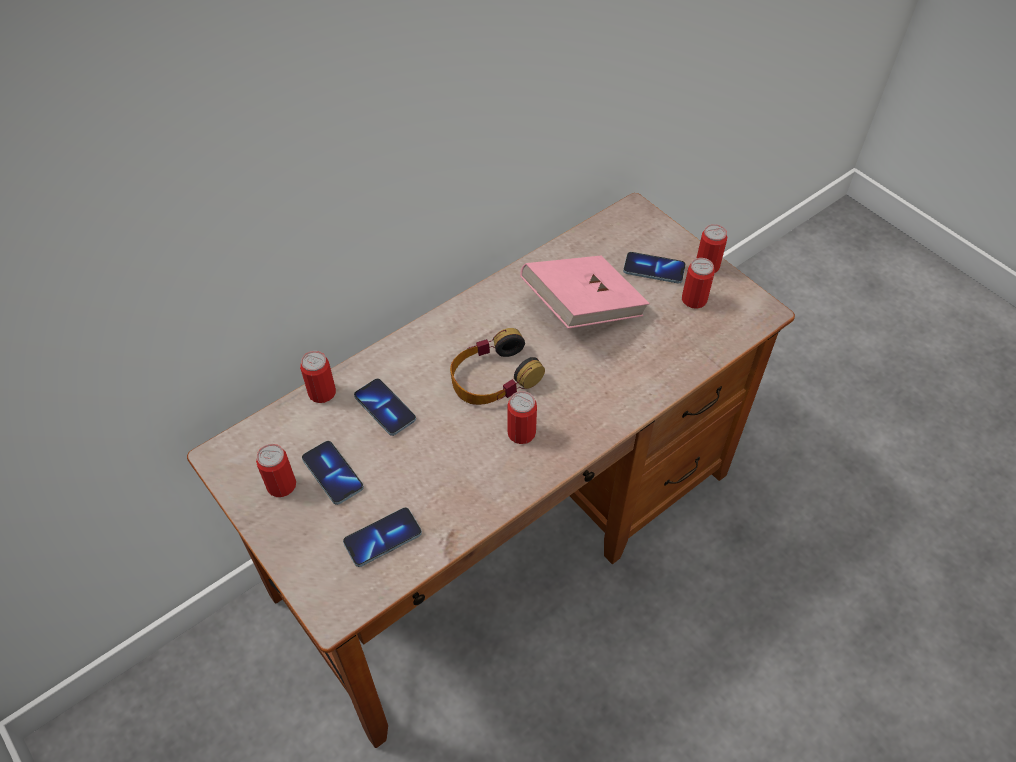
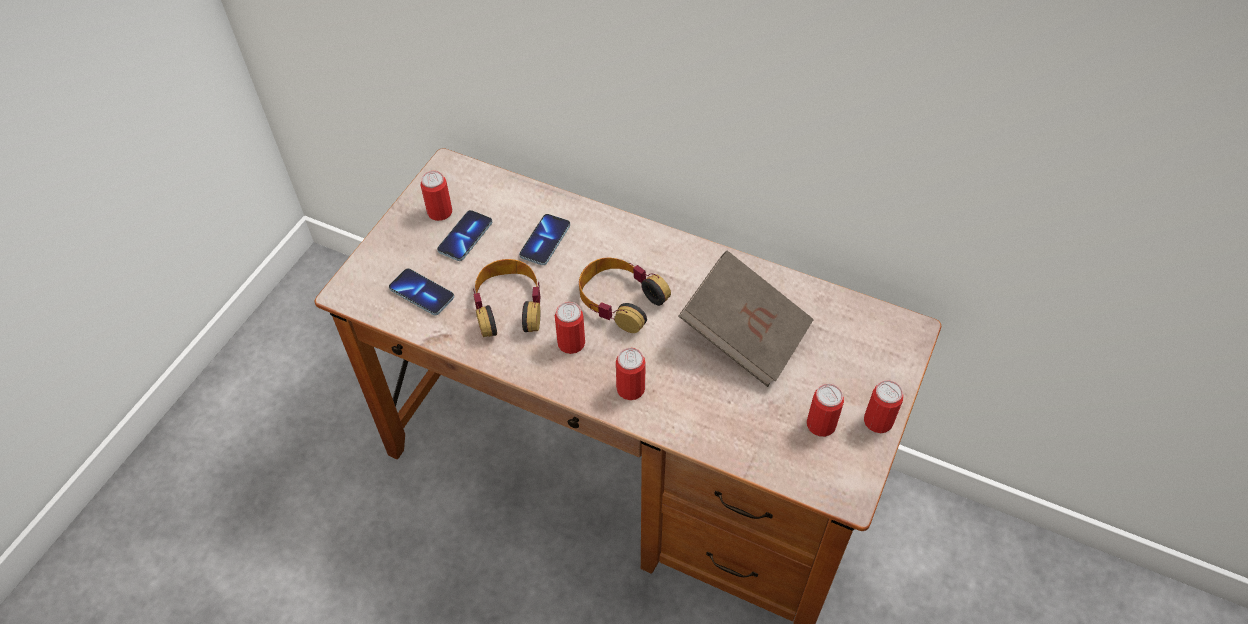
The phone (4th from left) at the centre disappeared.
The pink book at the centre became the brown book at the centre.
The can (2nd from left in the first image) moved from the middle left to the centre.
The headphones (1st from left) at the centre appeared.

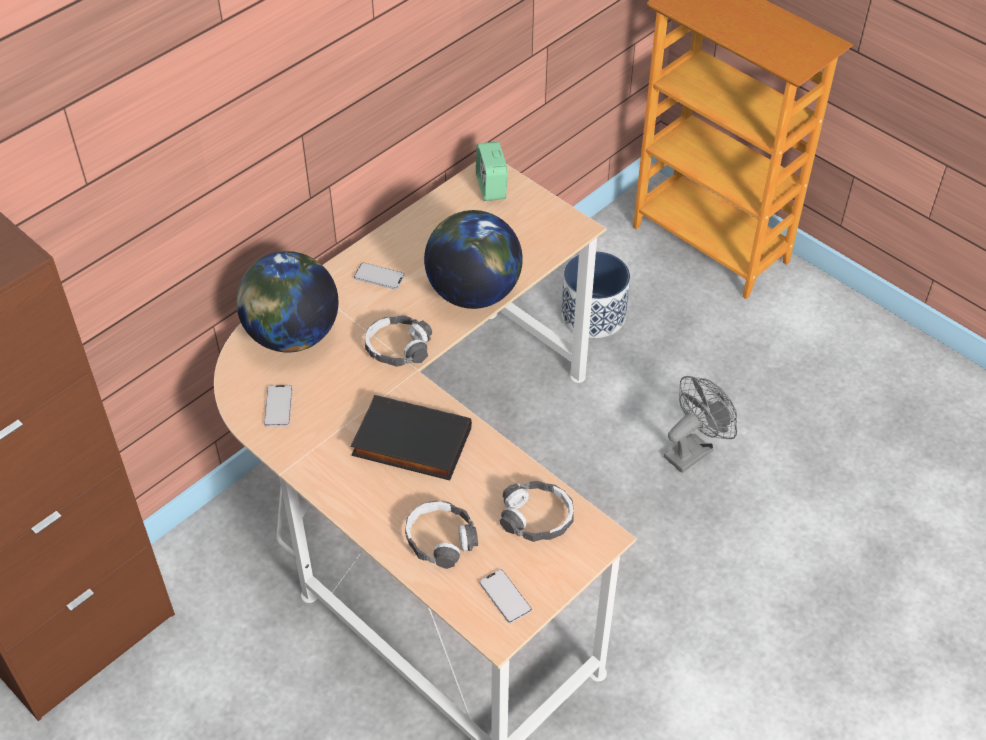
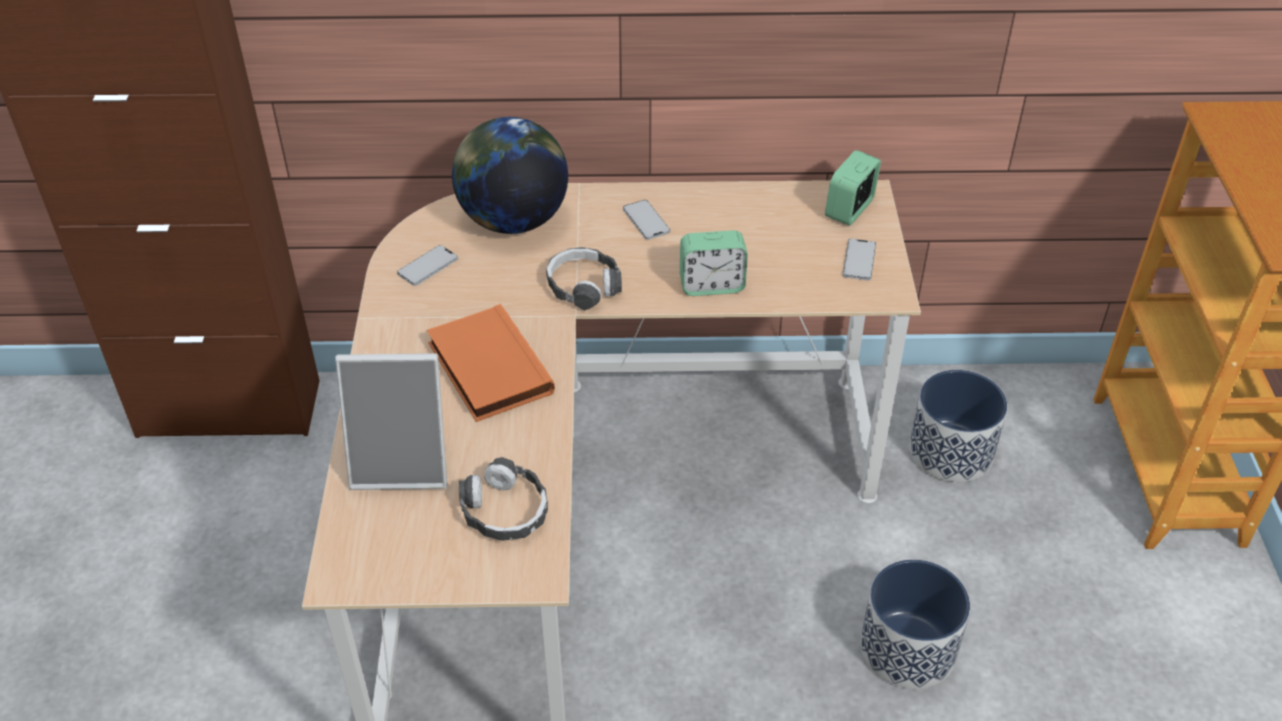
The globe (2nd from left) at the centre was replaced by the alarm clock (1st from left) at the centre.
The grey fan at the middle right was replaced by the planter (1st from left) at the bottom right.
The black book at the centre became the orange book at the centre.
The headphones (2nd from left) at the bottom centre was replaced by the picture frame at the middle left.
The phone (3rd from left) moved from the bottom centre to the middle right.

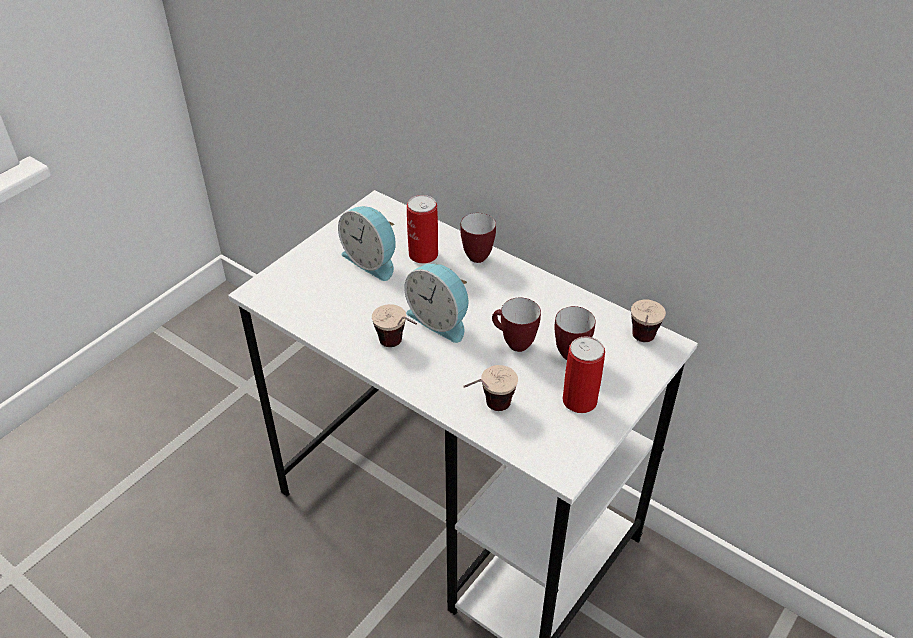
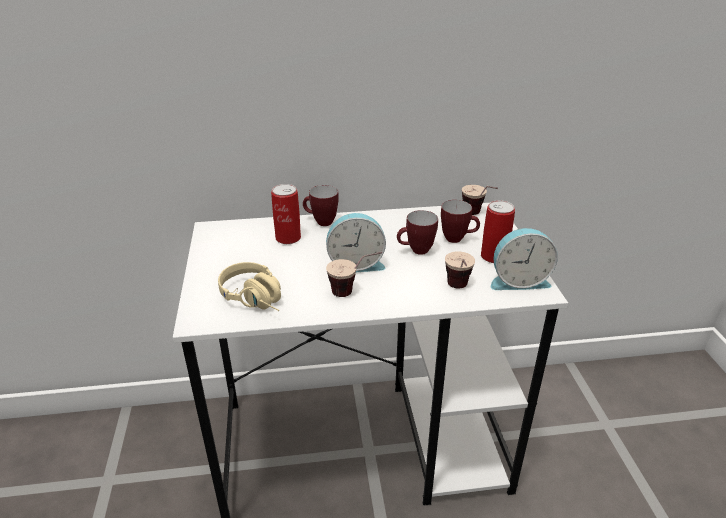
The alarm clock (1st from left in the first image) moved from the centre to the middle right.
The beige headphones at the centre appeared.

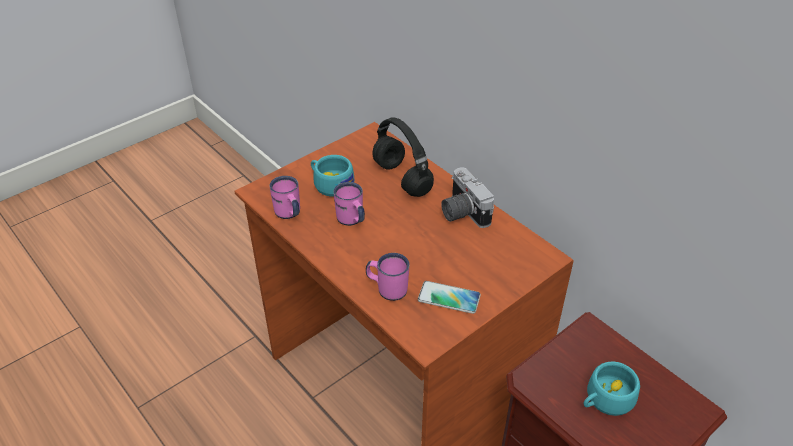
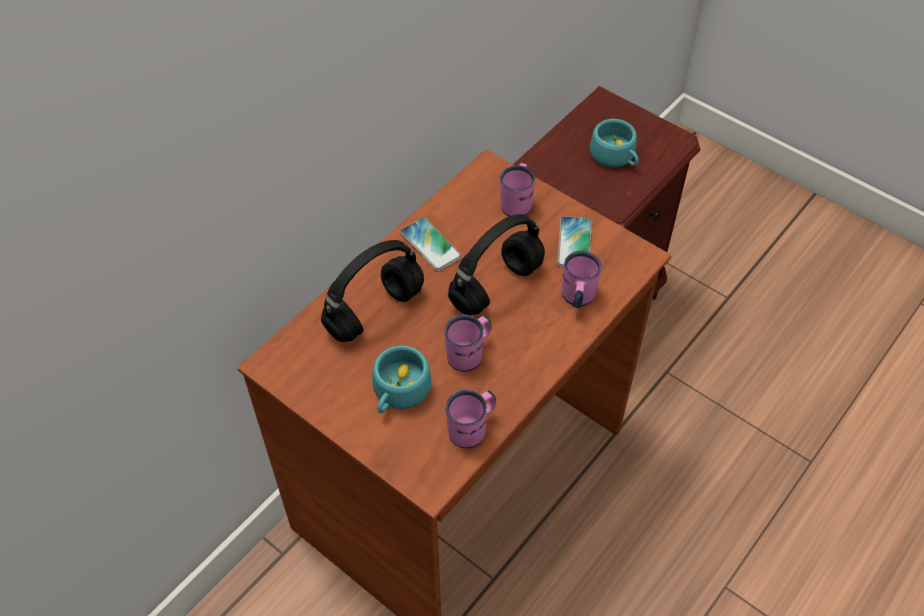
The photo camera at the centre was replaced by the phone (1st from left) at the centre.
The pink mug (3rd from left) at the top centre appeared.
The black headphones (2nd from left) at the centre appeared.

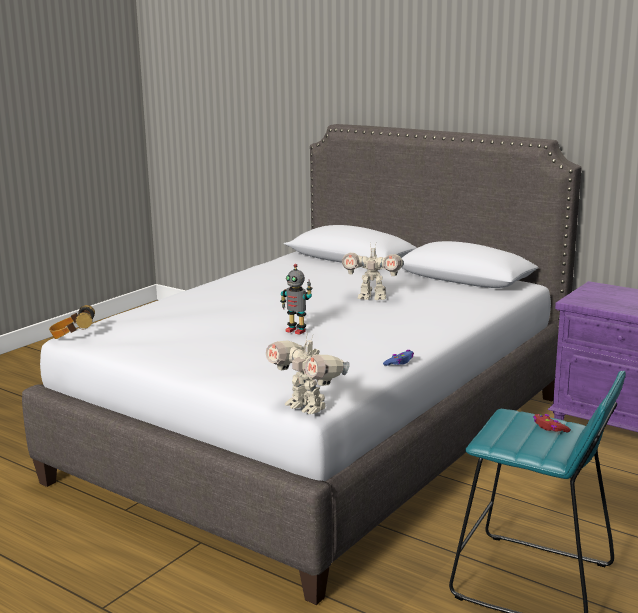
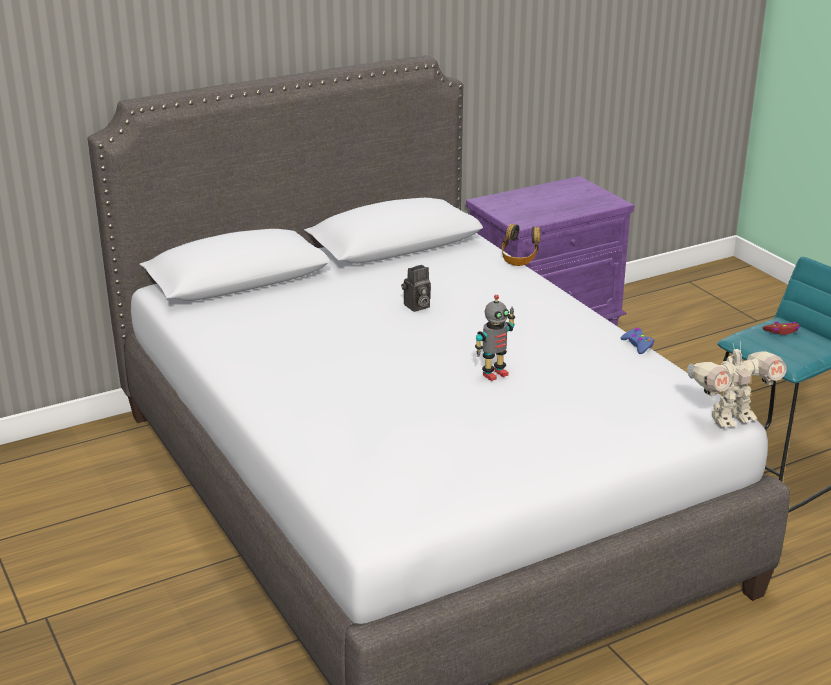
The toy robot (3rd from left) at the centre was replaced by the photo camera at the centre.
The headphones moved from the middle left to the centre.

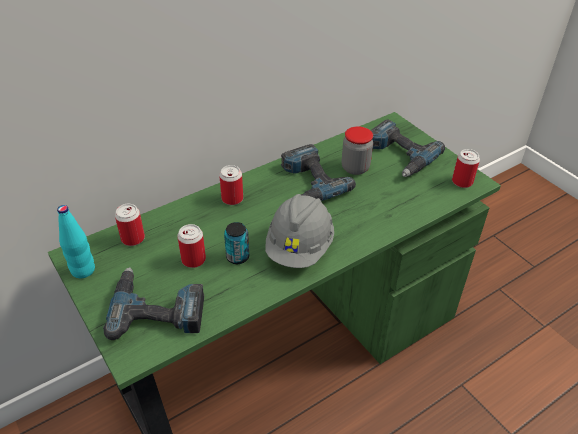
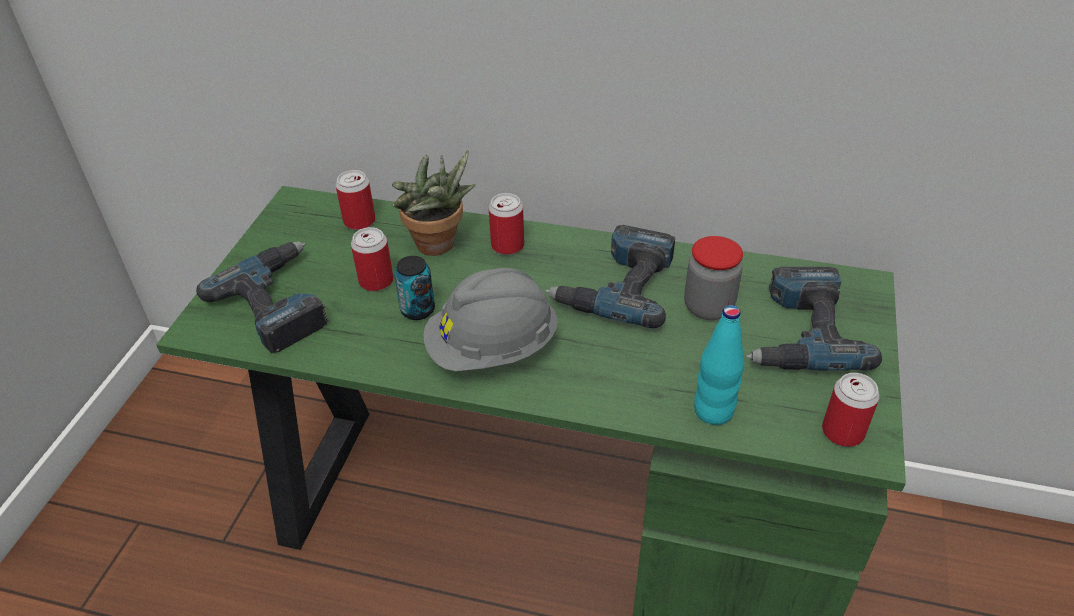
The turquoise bottle moved from the middle left to the middle right.
The potted plant at the top centre appeared.

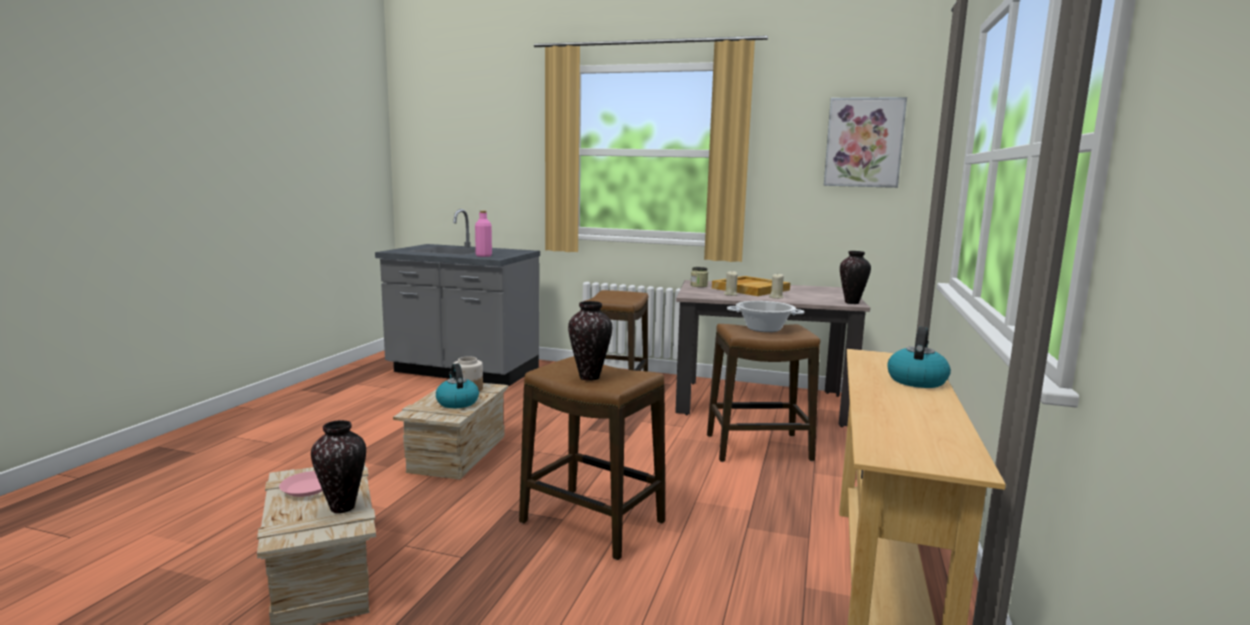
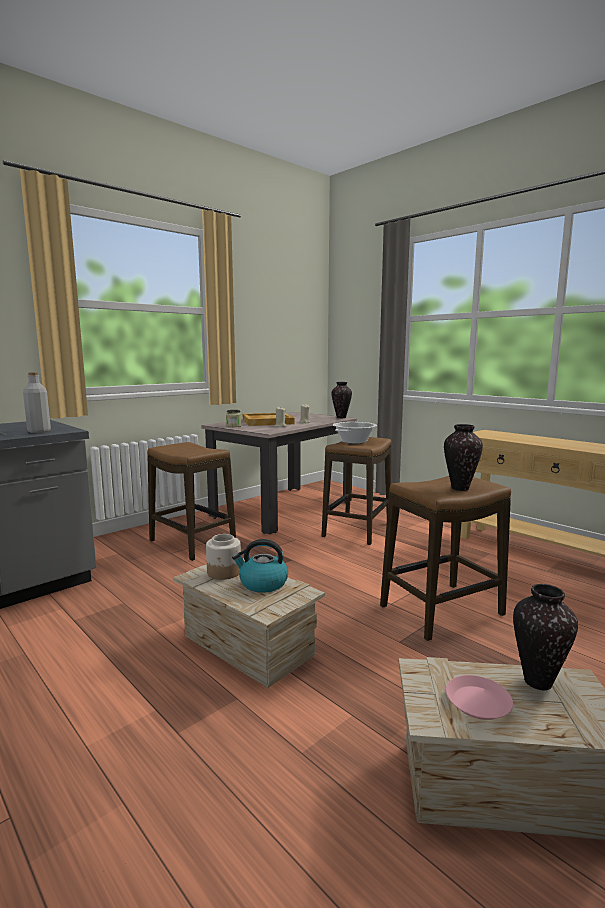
The picture at the top right disappeared.
The pink bottle at the centre became the grey bottle at the middle left.
The kettle (2nd from left) at the middle right disappeared.

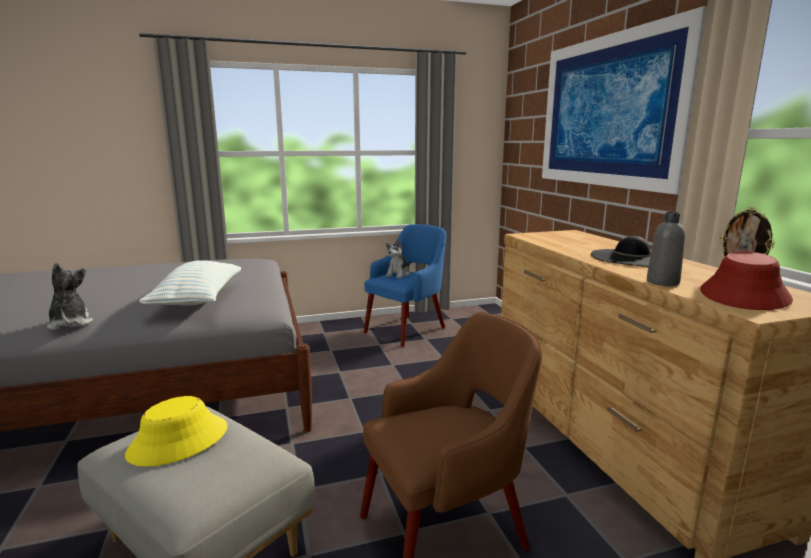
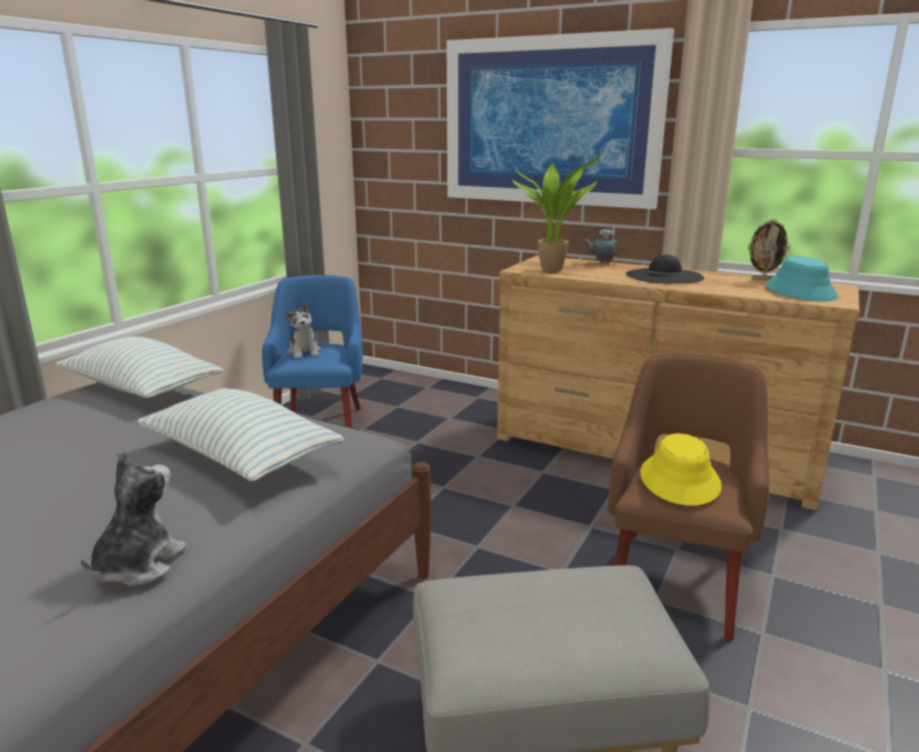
The grey bottle at the middle right disappeared.
The red hat at the middle right became the turquoise hat at the middle right.
The plush toy (1st from left) at the middle left turned 90 degrees clockwise.
The yellow hat moved from the bottom left to the middle right.
The potted plant at the top centre appeared.
The teapot at the top centre appeared.
The pillow (1st from left) at the middle left appeared.

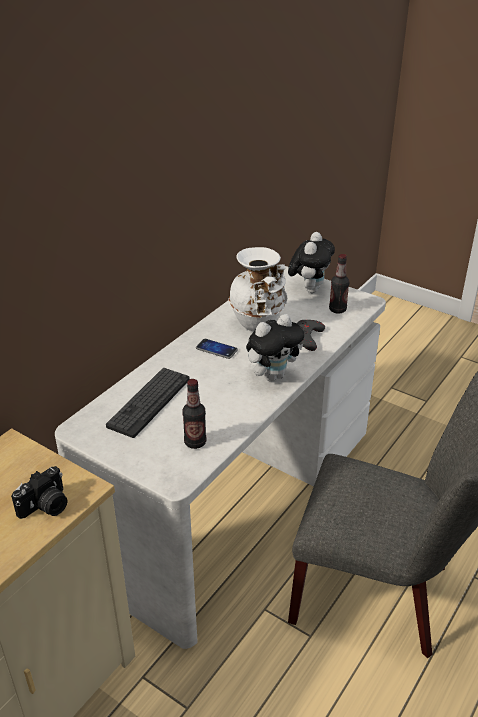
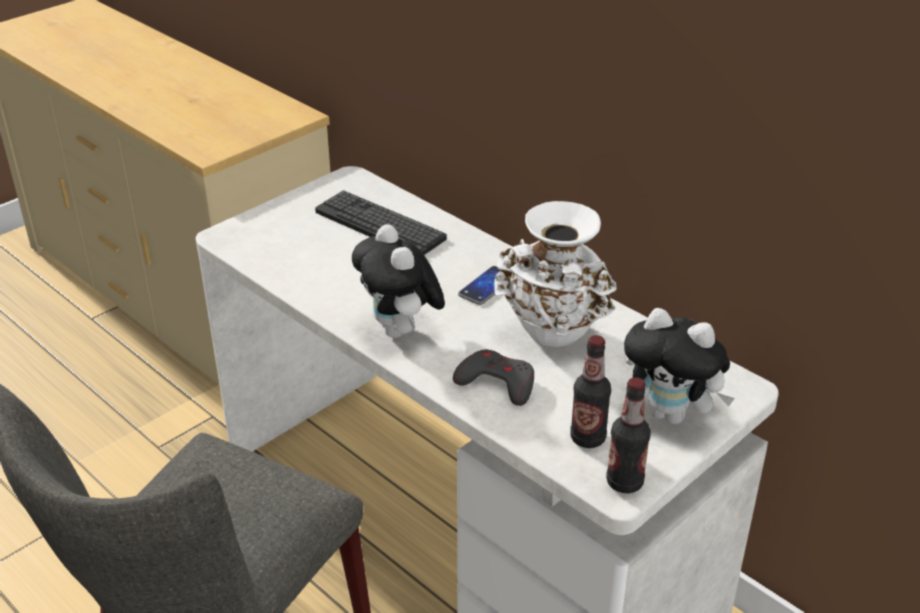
The bottle (1st from left in the first image) moved from the centre to the bottom right.
The photo camera at the bottom left disappeared.

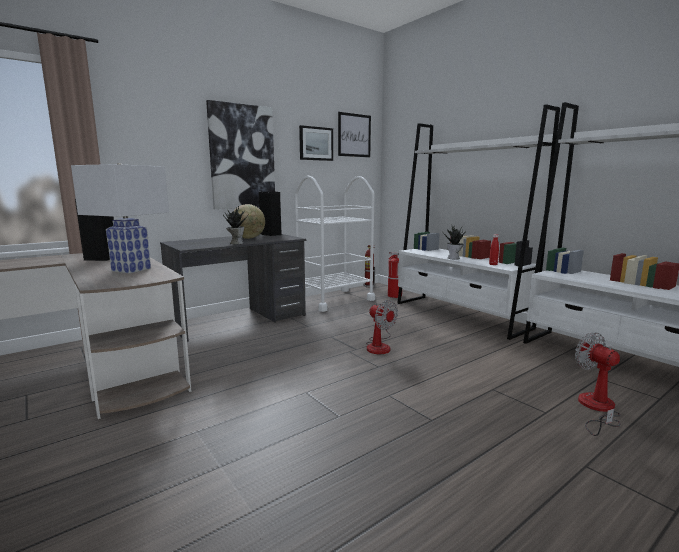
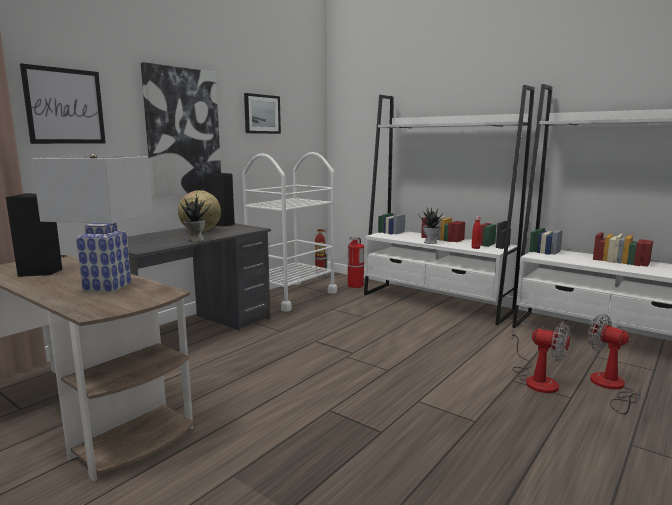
The picture (3rd from left in the first image) moved from the top centre to the top left.
The fan (1st from left) moved from the centre to the bottom right.

